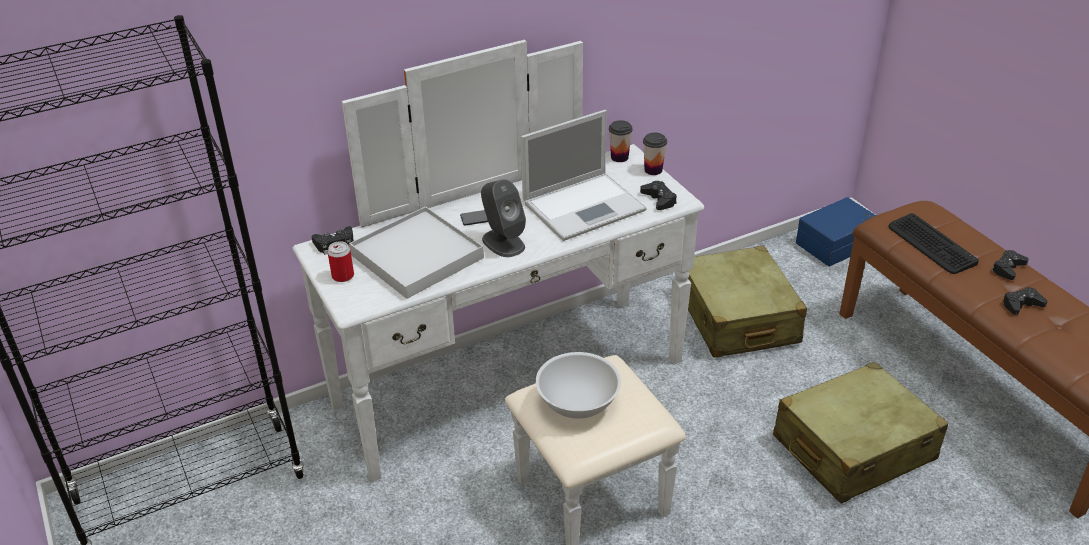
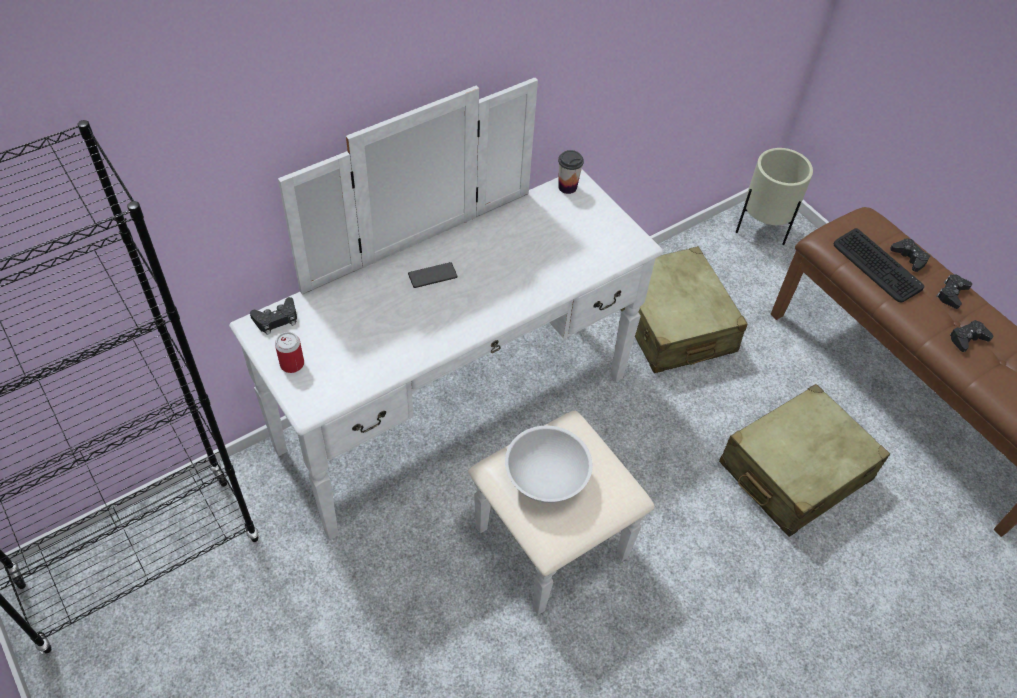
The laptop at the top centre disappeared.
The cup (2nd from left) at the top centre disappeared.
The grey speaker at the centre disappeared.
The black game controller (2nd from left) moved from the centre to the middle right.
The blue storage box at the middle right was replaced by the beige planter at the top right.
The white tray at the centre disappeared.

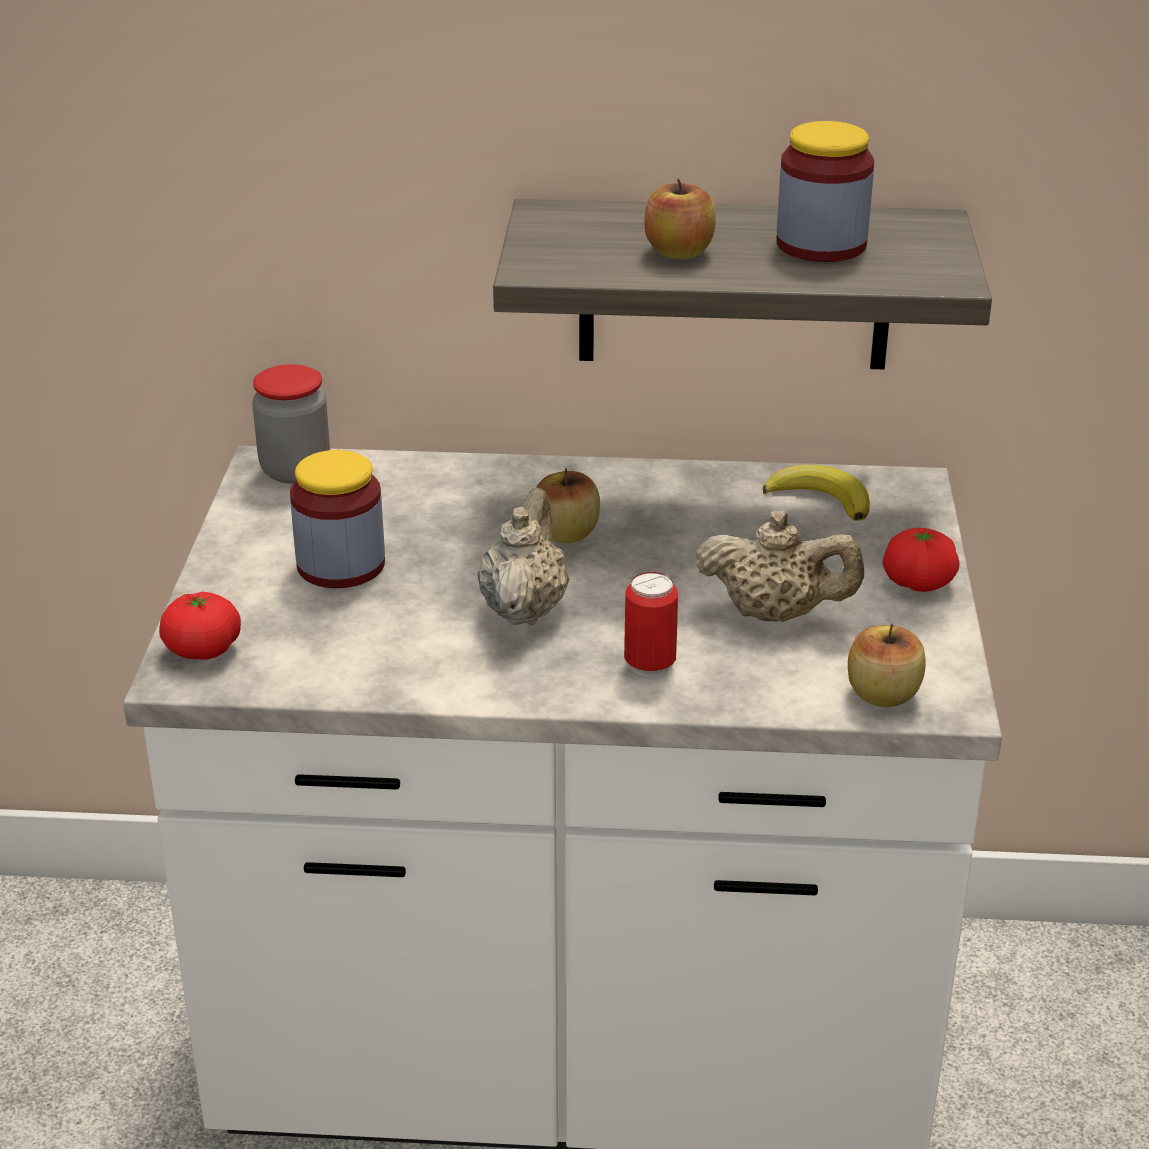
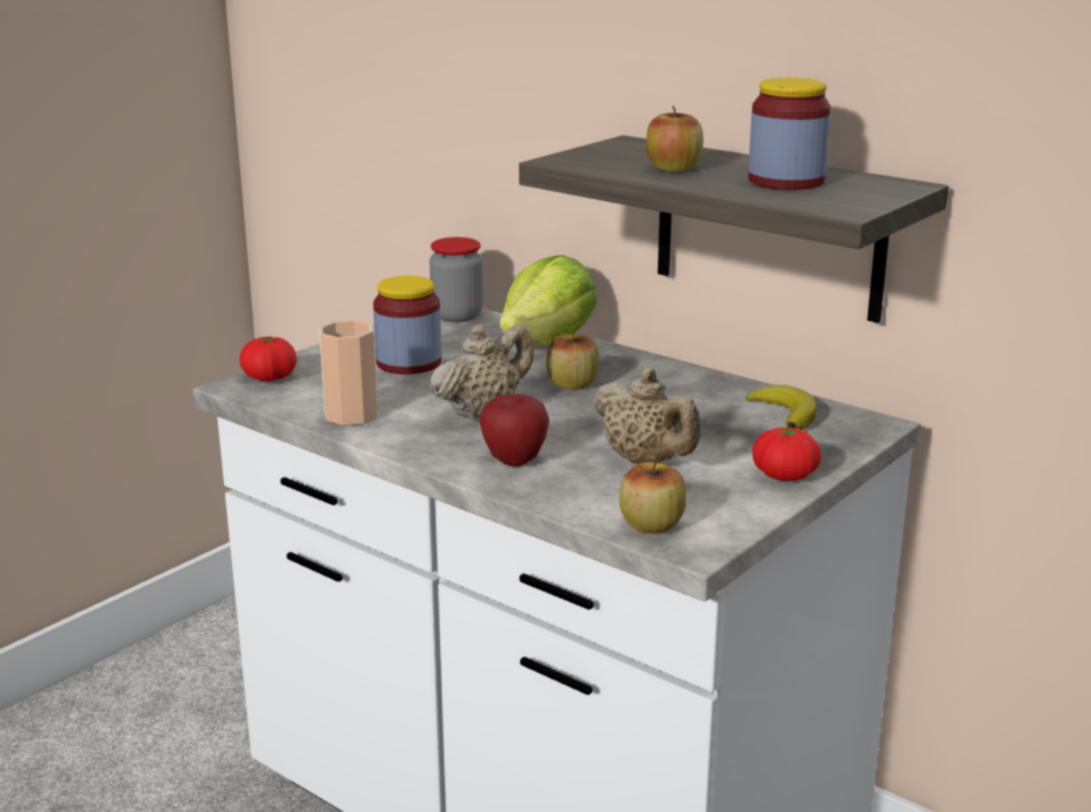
The can at the centre was replaced by the apple (1st from left) at the centre.
The lettuce at the centre appeared.
The cup at the middle left appeared.

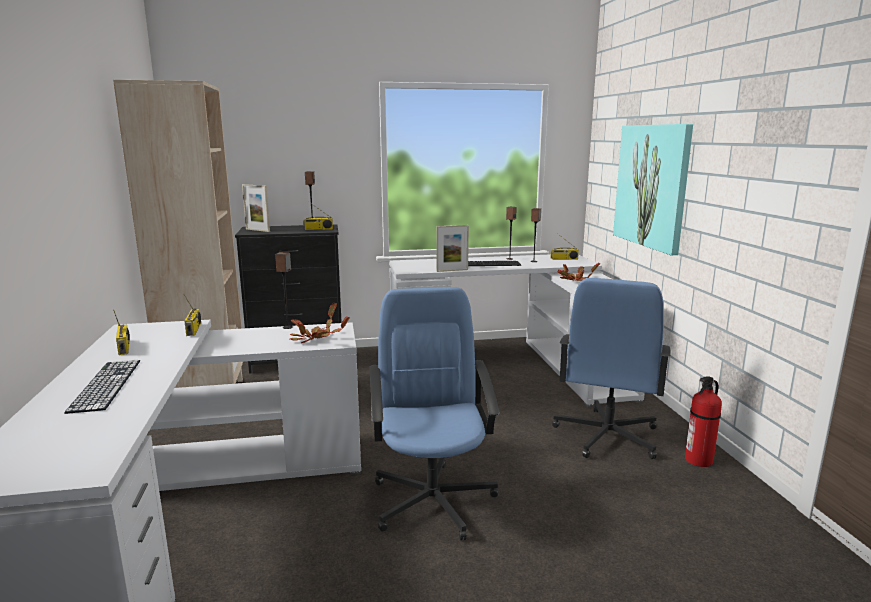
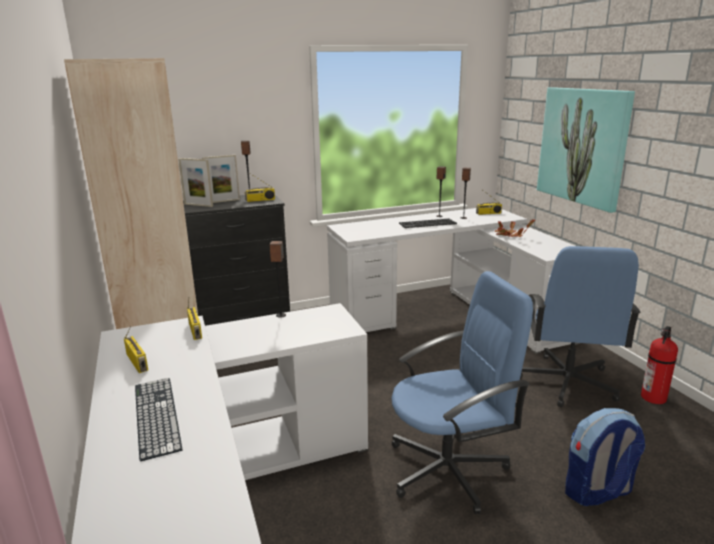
The picture frame (2nd from left) moved from the centre to the top left.
The blue office chair (1st from left) at the bottom centre turned 90 degrees clockwise.
The potted plant (1st from left) at the centre disappeared.
The backpack at the bottom right appeared.

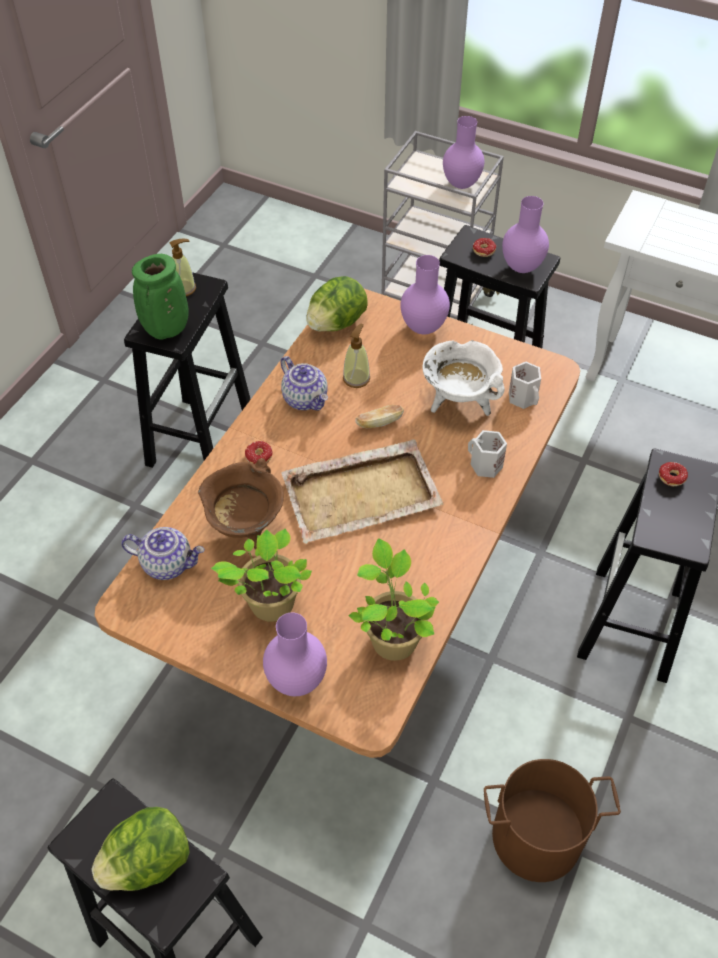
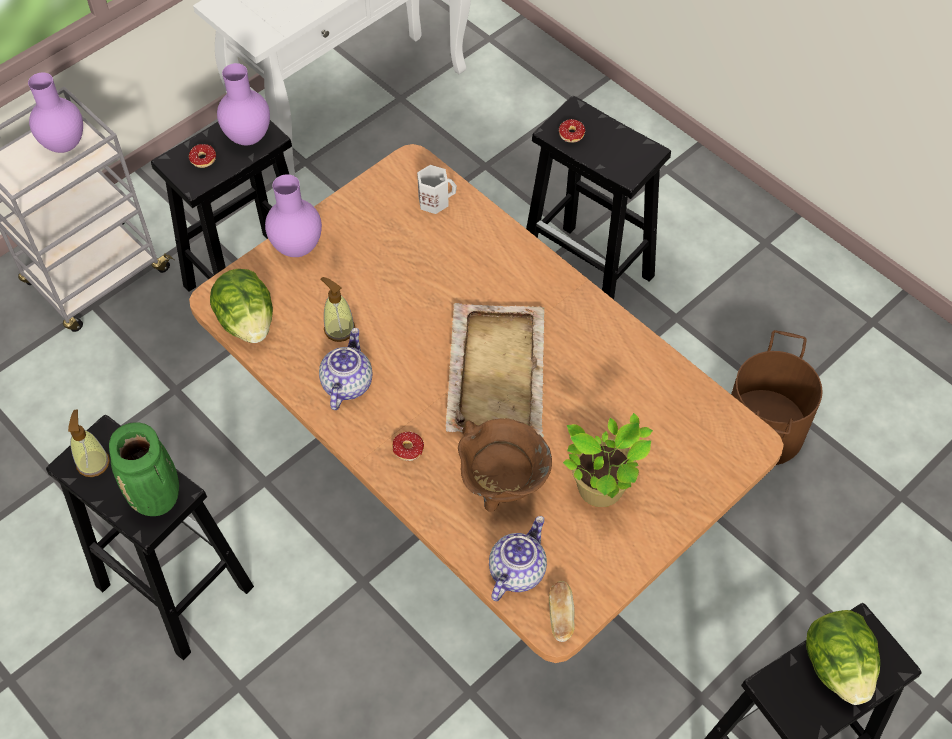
The white cooking pot at the centre disappeared.
The teapot (2nd from left in the first image) at the centre turned 60 degrees counterclockwise.
The bread moved from the centre to the bottom centre.
The white mug (1st from left) at the middle right disappeared.
The potted plant (2nd from left) at the centre disappeared.
The purple vase (1st from left) at the bottom centre disappeared.

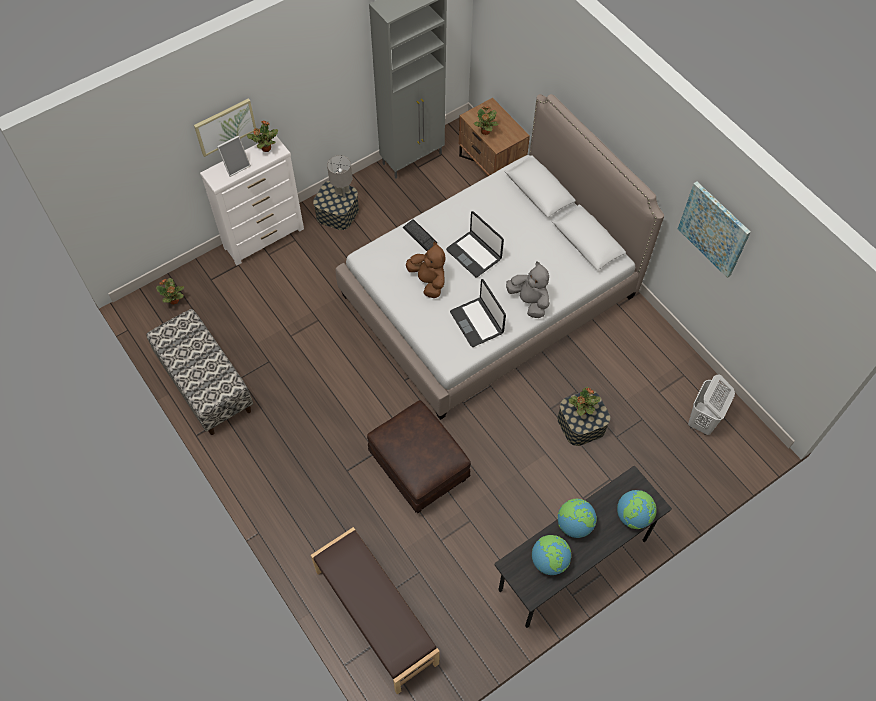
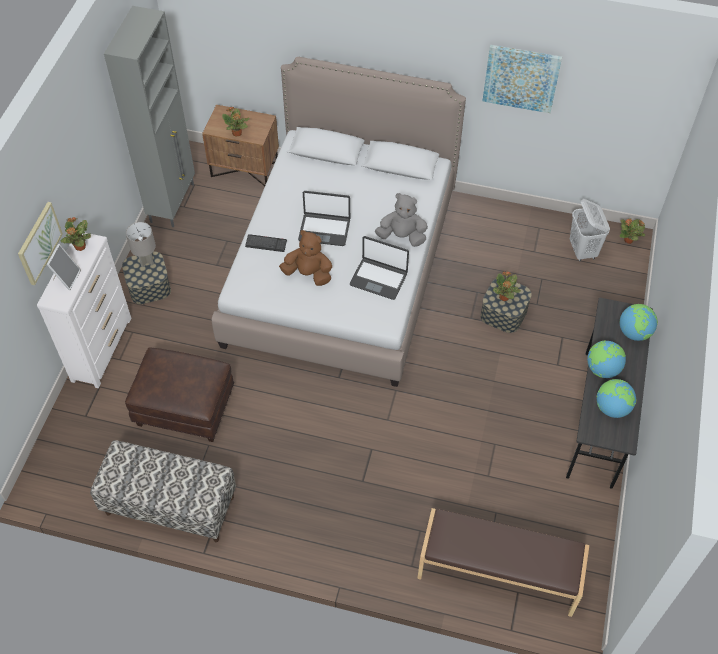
The potted plant (1st from left in the first image) moved from the middle left to the middle right.
The brown ottoman moved from the centre to the middle left.

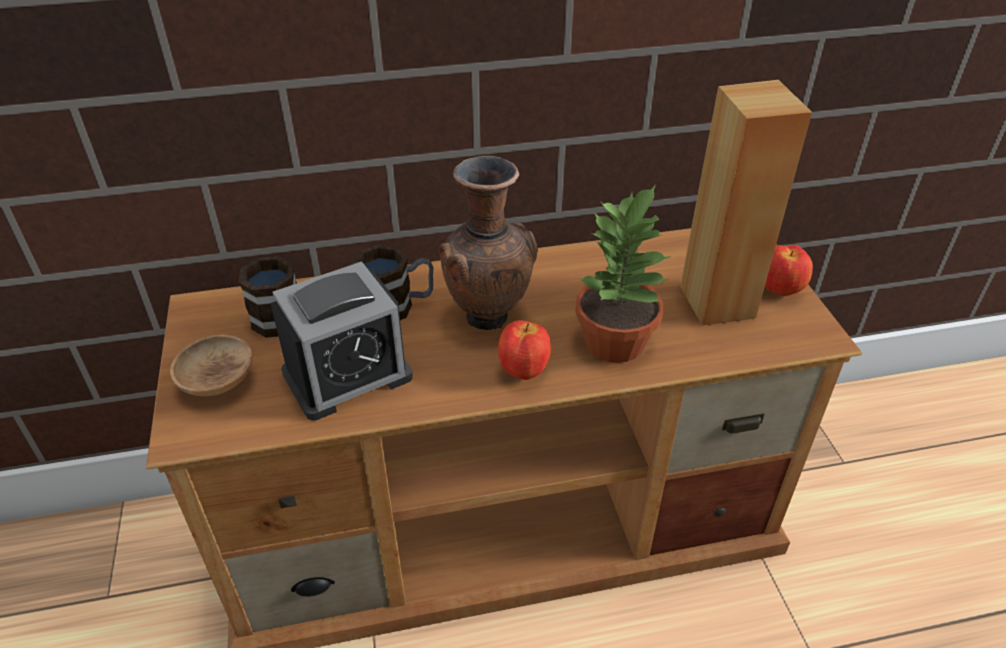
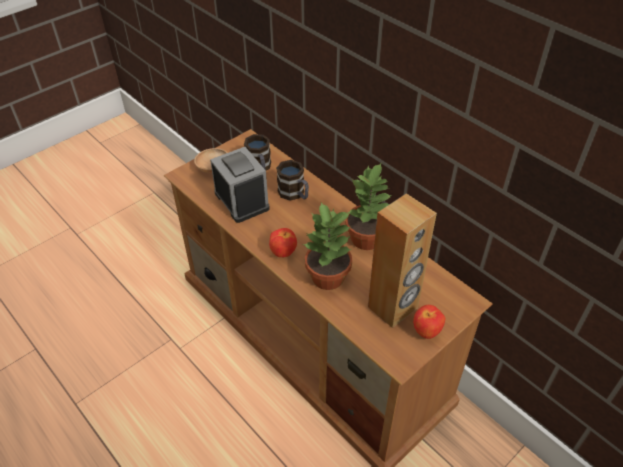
The brown vase at the centre disappeared.
The alarm clock at the centre turned 150 degrees counterclockwise.
The potted plant (2nd from left) at the centre appeared.

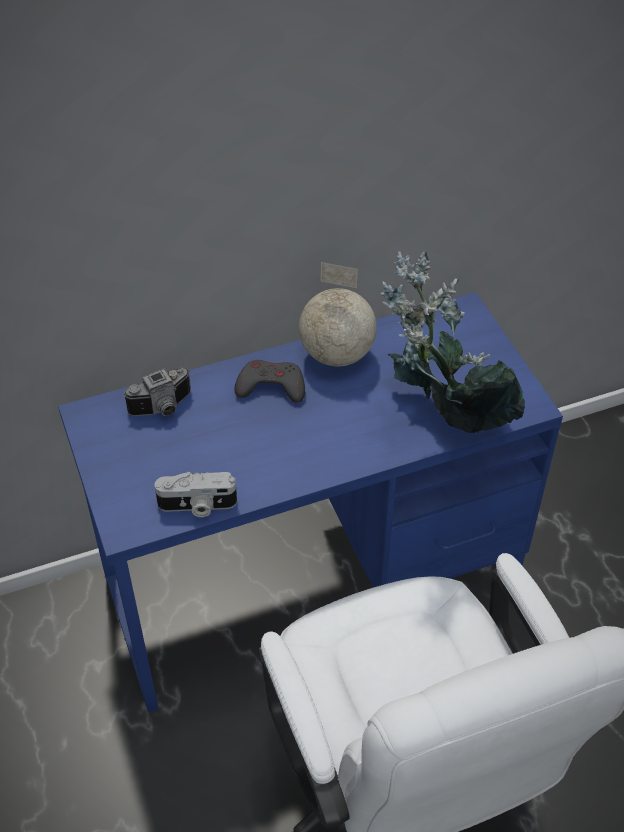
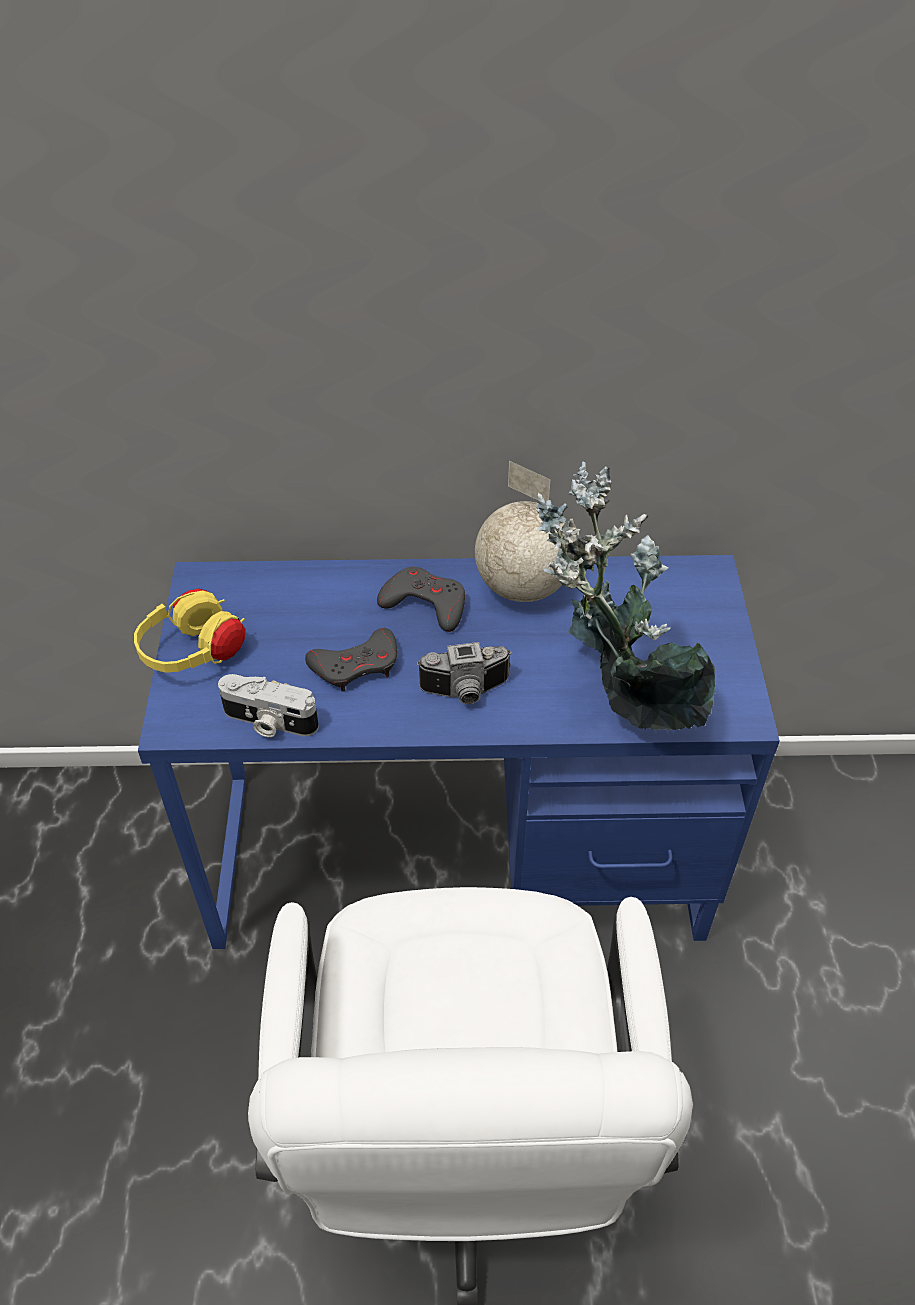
The photo camera (1st from left in the first image) moved from the middle left to the centre.
The yellow headphones at the middle left appeared.
The grey game controller (1st from left) at the centre appeared.

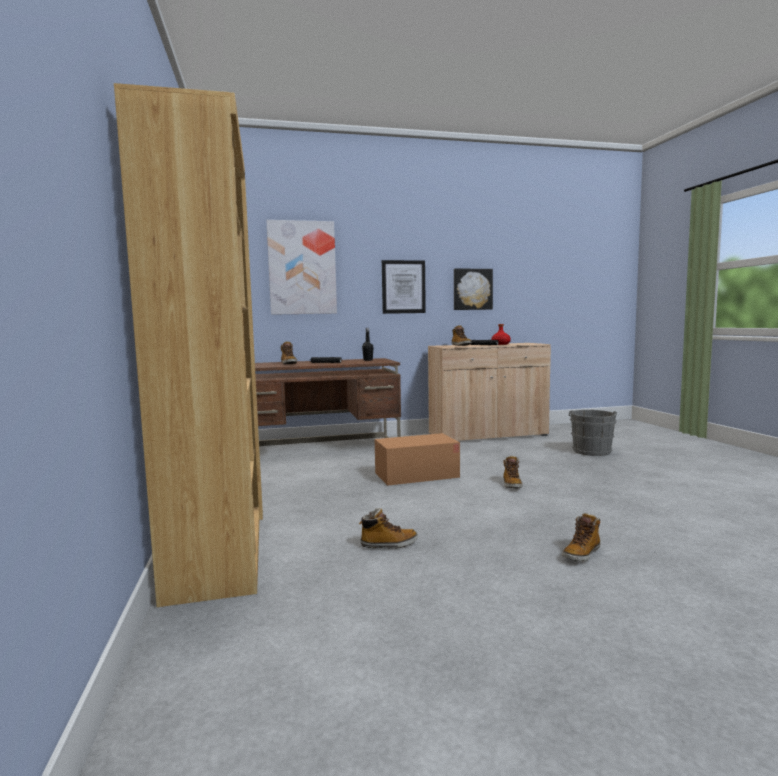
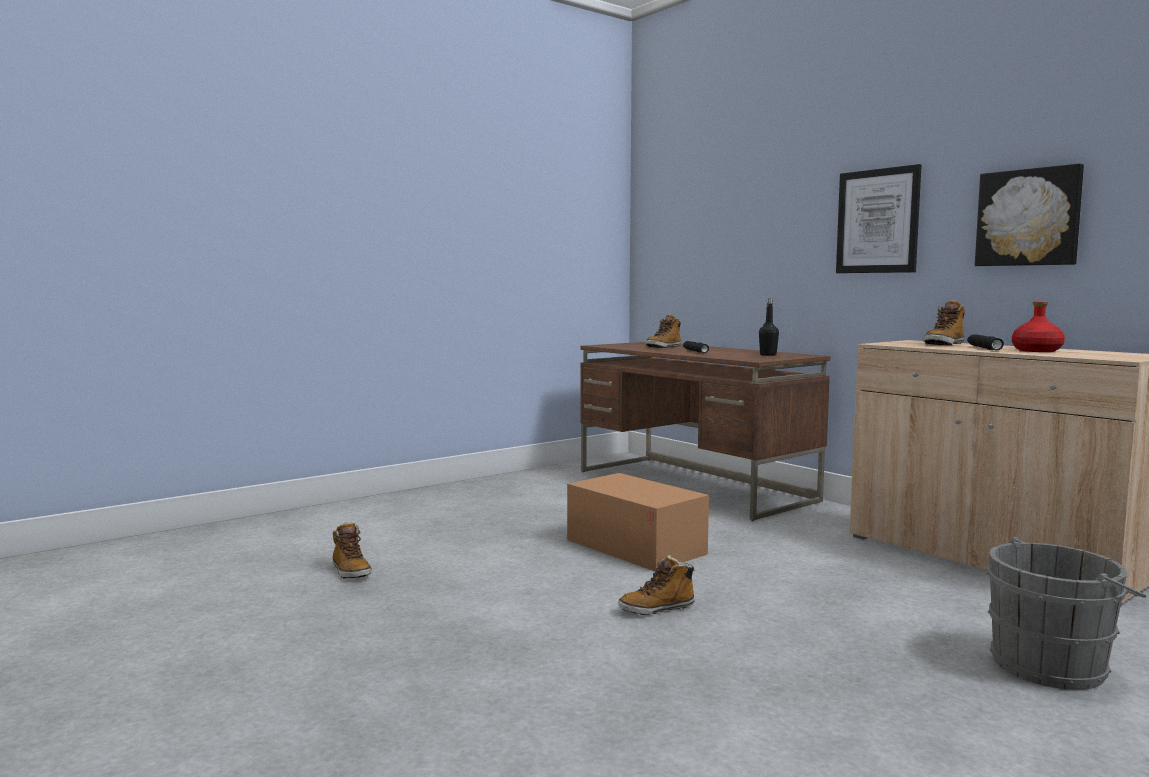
The brown bookcase at the middle left disappeared.
The picture (1st from left) at the centre disappeared.
The boot (5th from left) at the bottom right disappeared.

